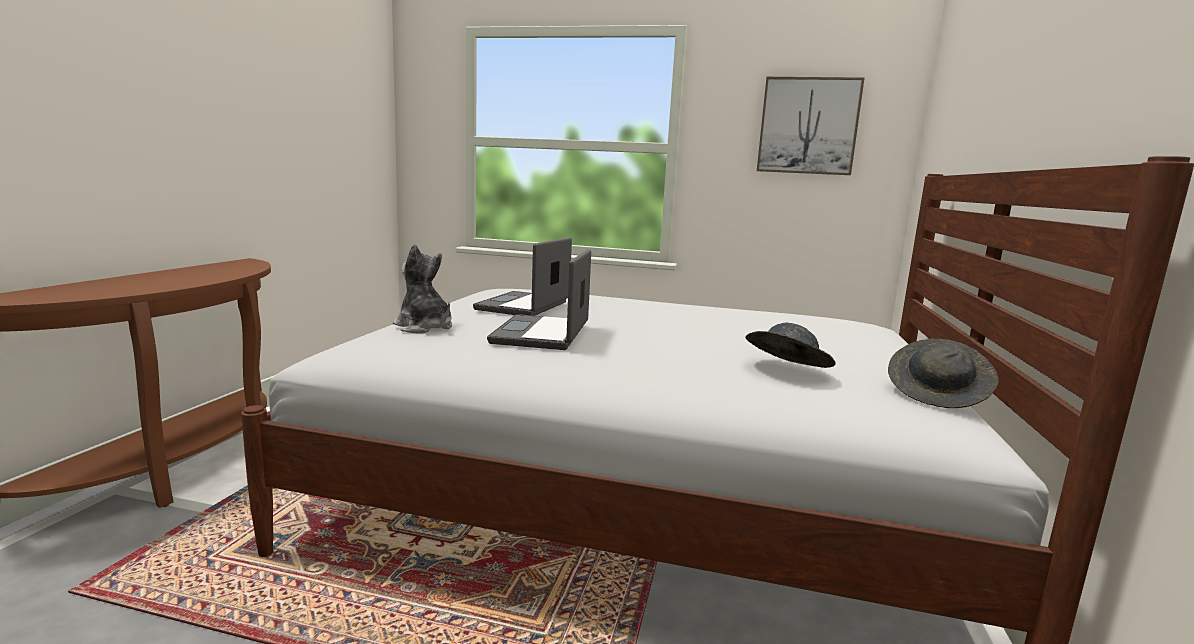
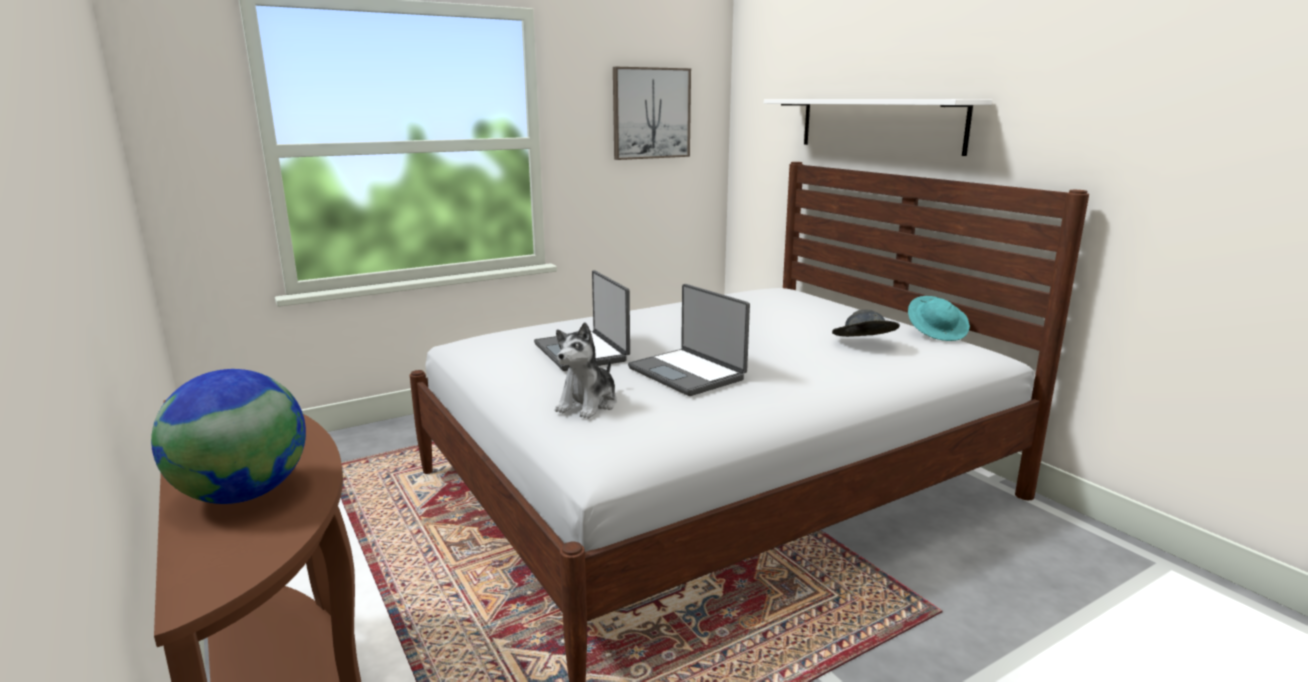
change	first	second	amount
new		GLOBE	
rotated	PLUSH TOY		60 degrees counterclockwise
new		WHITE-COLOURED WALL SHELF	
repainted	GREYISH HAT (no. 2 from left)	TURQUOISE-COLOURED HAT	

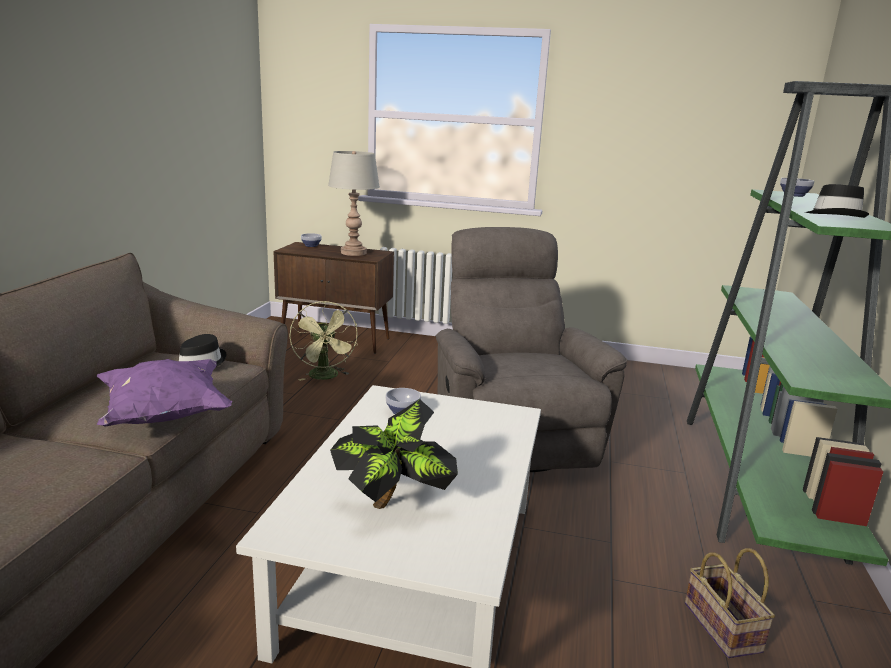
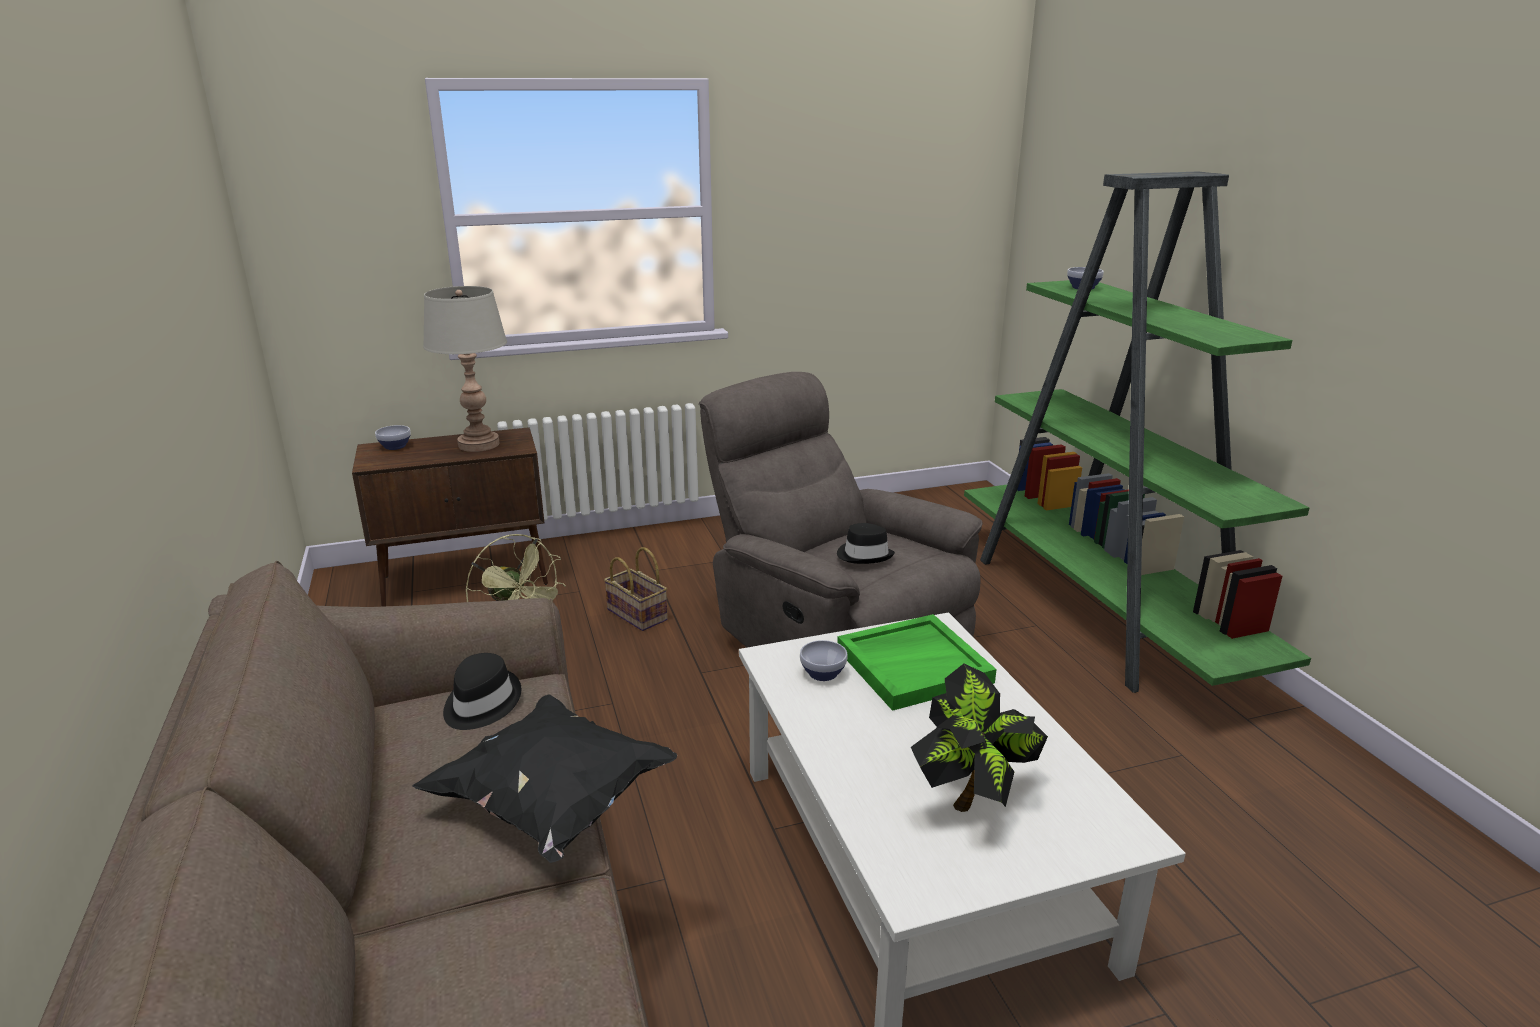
change	first	second	amount
repainted	PURPLE-COLOURED CUSHION	BLACK CUSHION	
shifted	HOUSEHOLD BASKET		
shifted	BLACK HAT (no. 2 from left)		
new		GREEN SERVING TRAY	

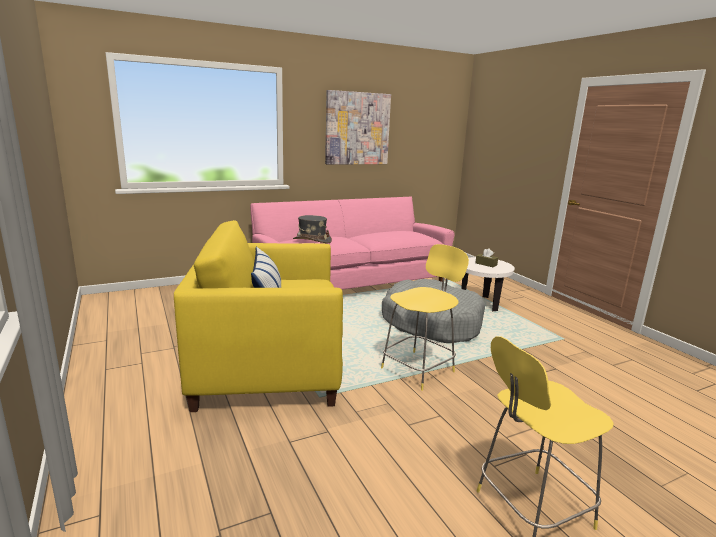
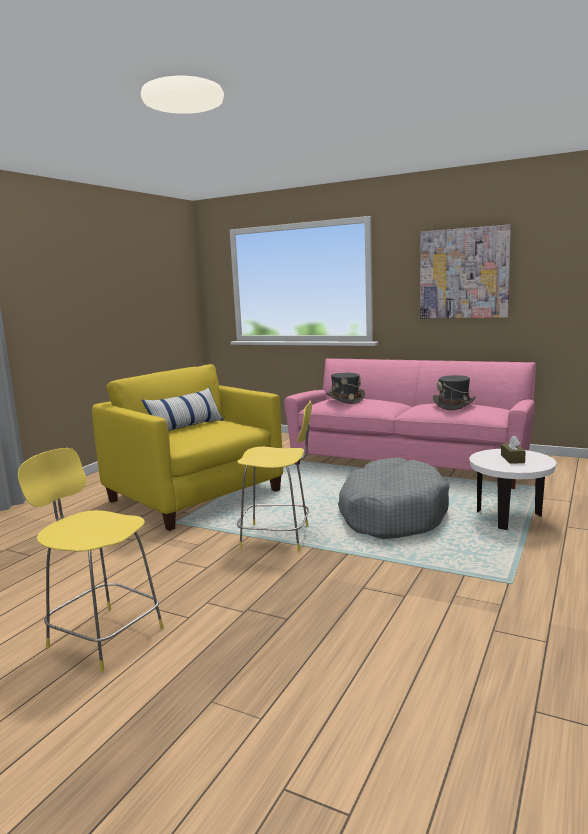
change	first	second	amount
new		GREYISH HAT (no. 2 from left)	

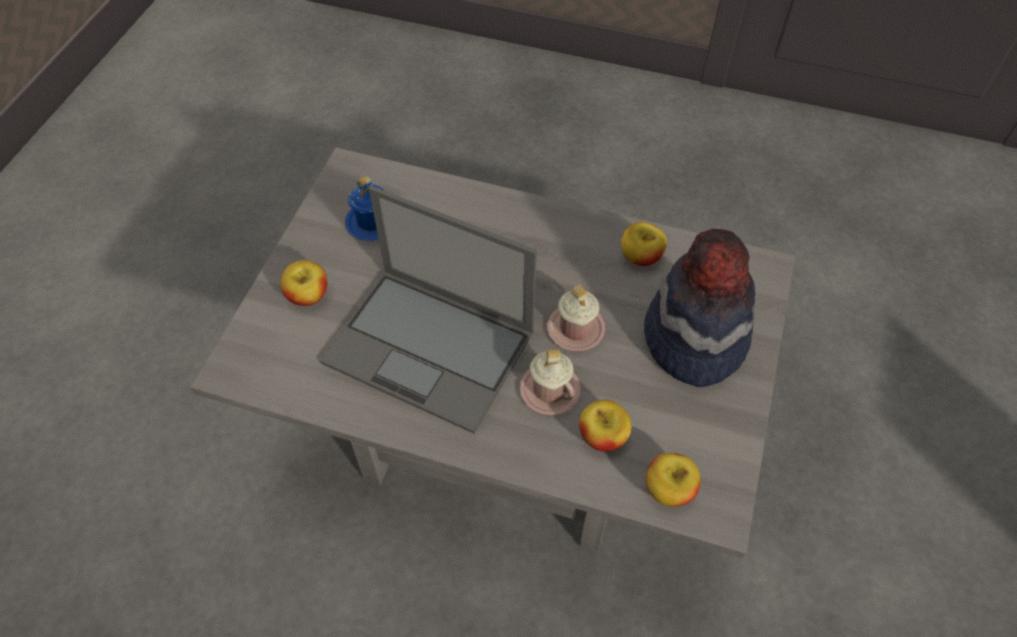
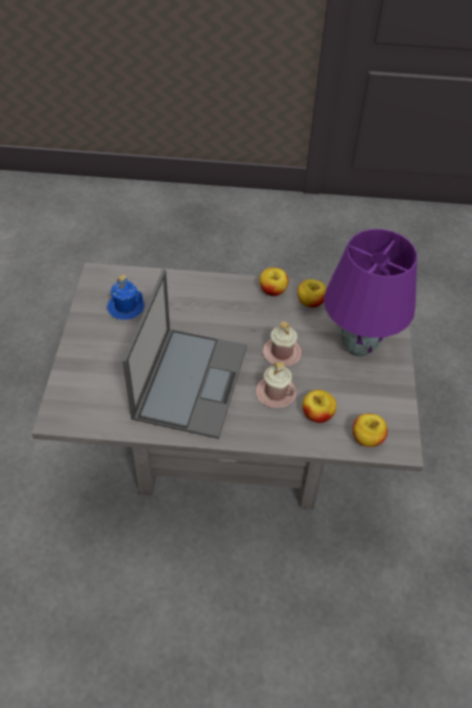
change	first	second	amount
rotated	NOTEBOOK COMPUTER		90 degrees counterclockwise
shifted	WHOLE APPLE (no. 1 from left)		
swapped	HAT	PURPLE-COLOURED LAMP FOR A TABLE	

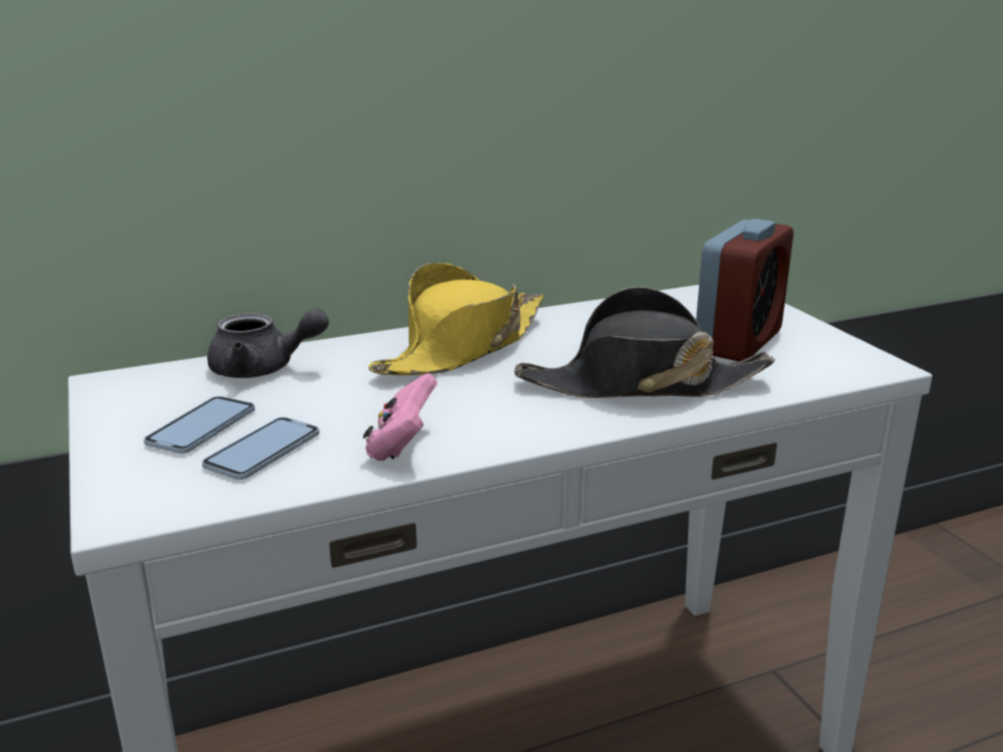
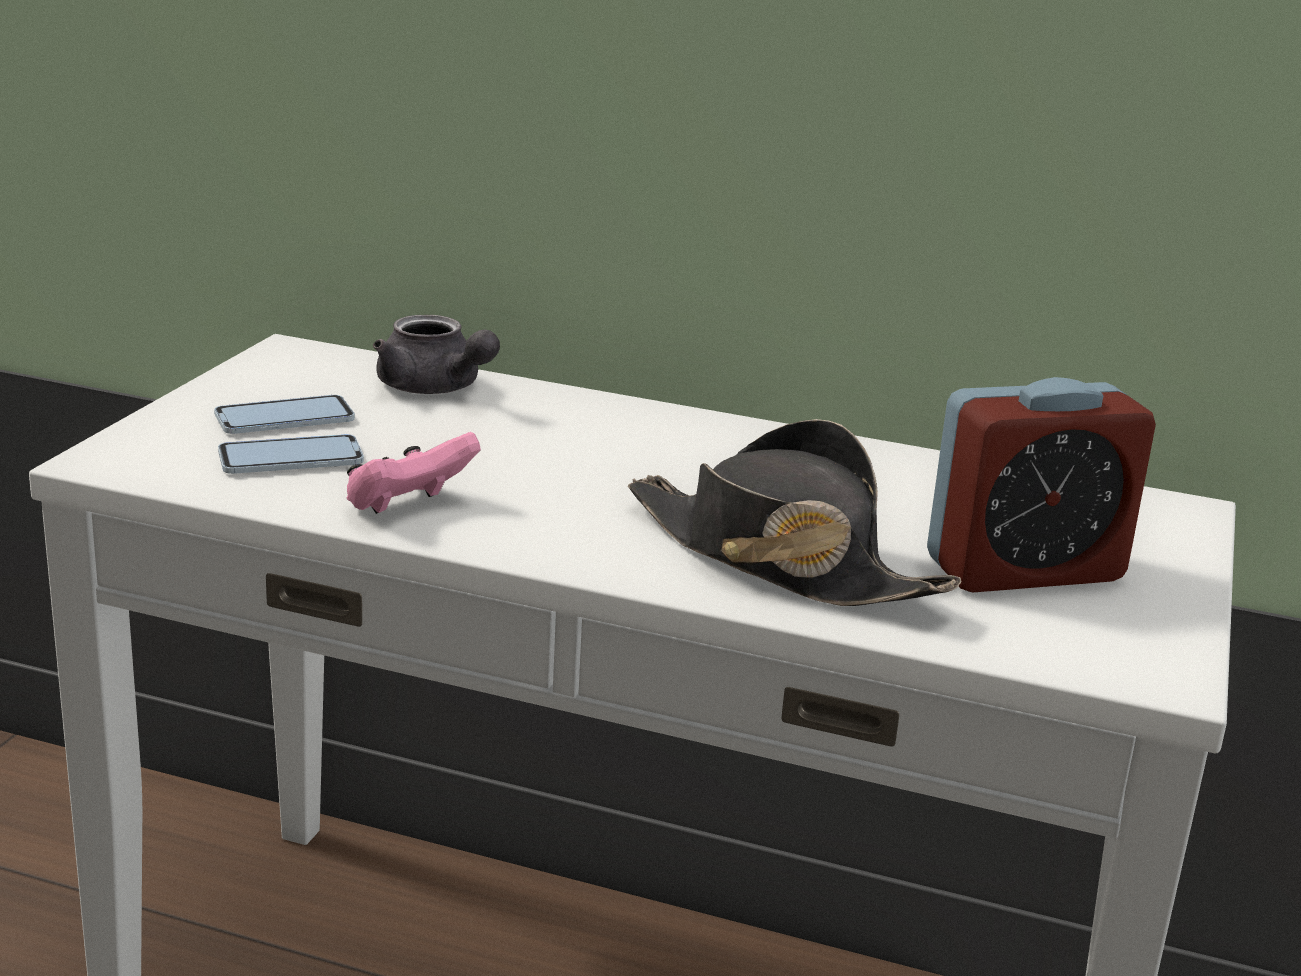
change	first	second	amount
gone	YELLOWISH HAT		

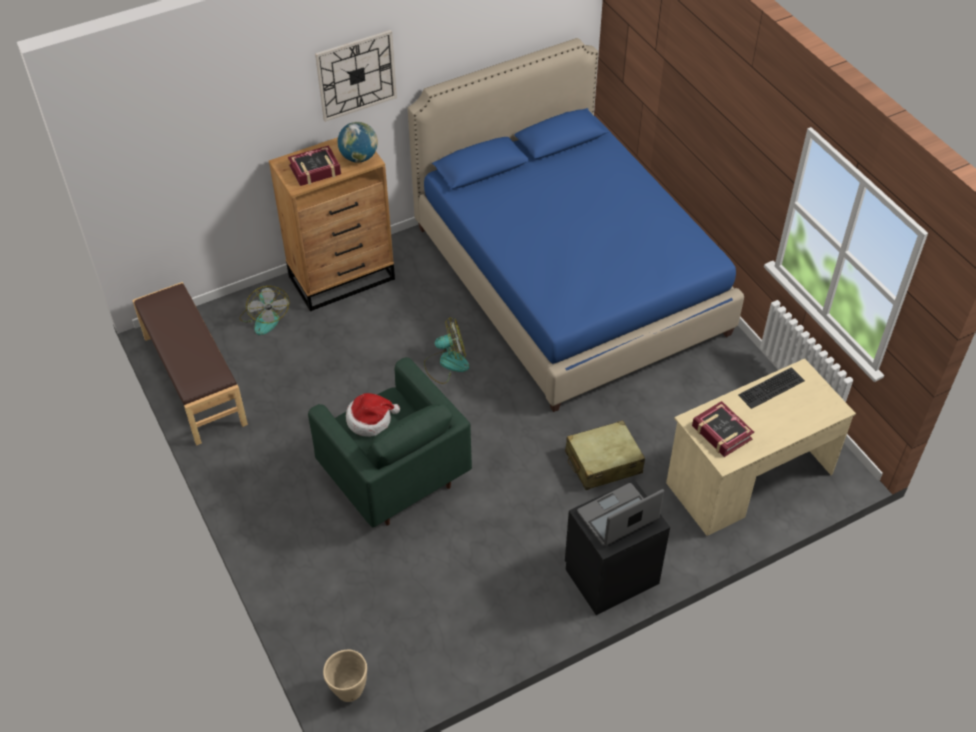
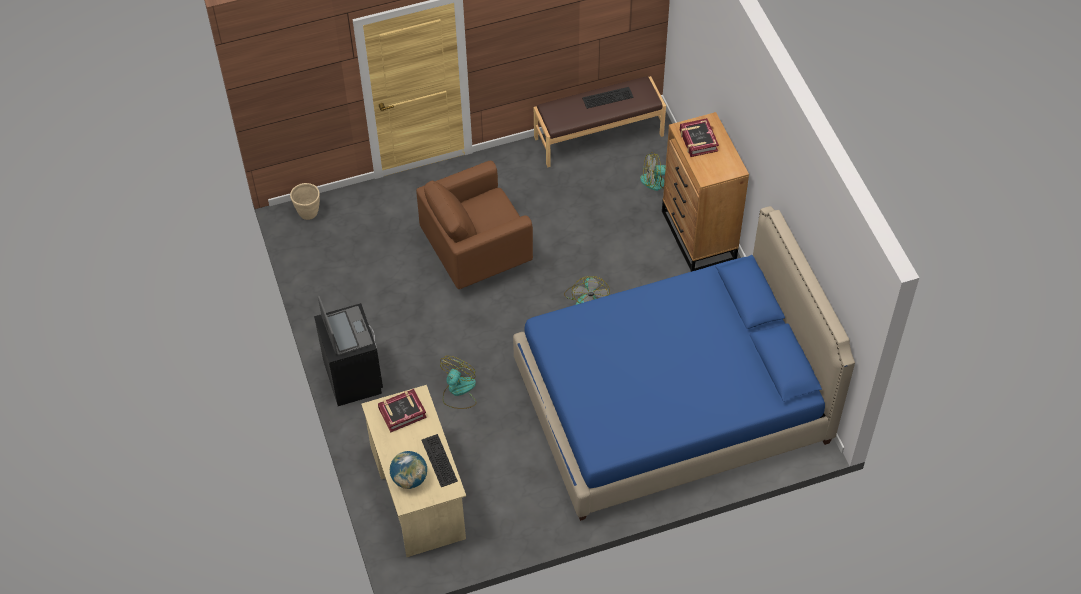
change	first	second	amount
shifted	GLOBE		
repainted	GREEN ARMCHAIR	BROWN-COLOURED ARMCHAIR	
swapped	SAND-COLOURED SUITCASE	COOLING FAN (no. 1 from left)	
new		COMPUTER KEYBOARD (no. 2 from left)	
gone	CLOCK ON THE WALL		
gone	HAT		

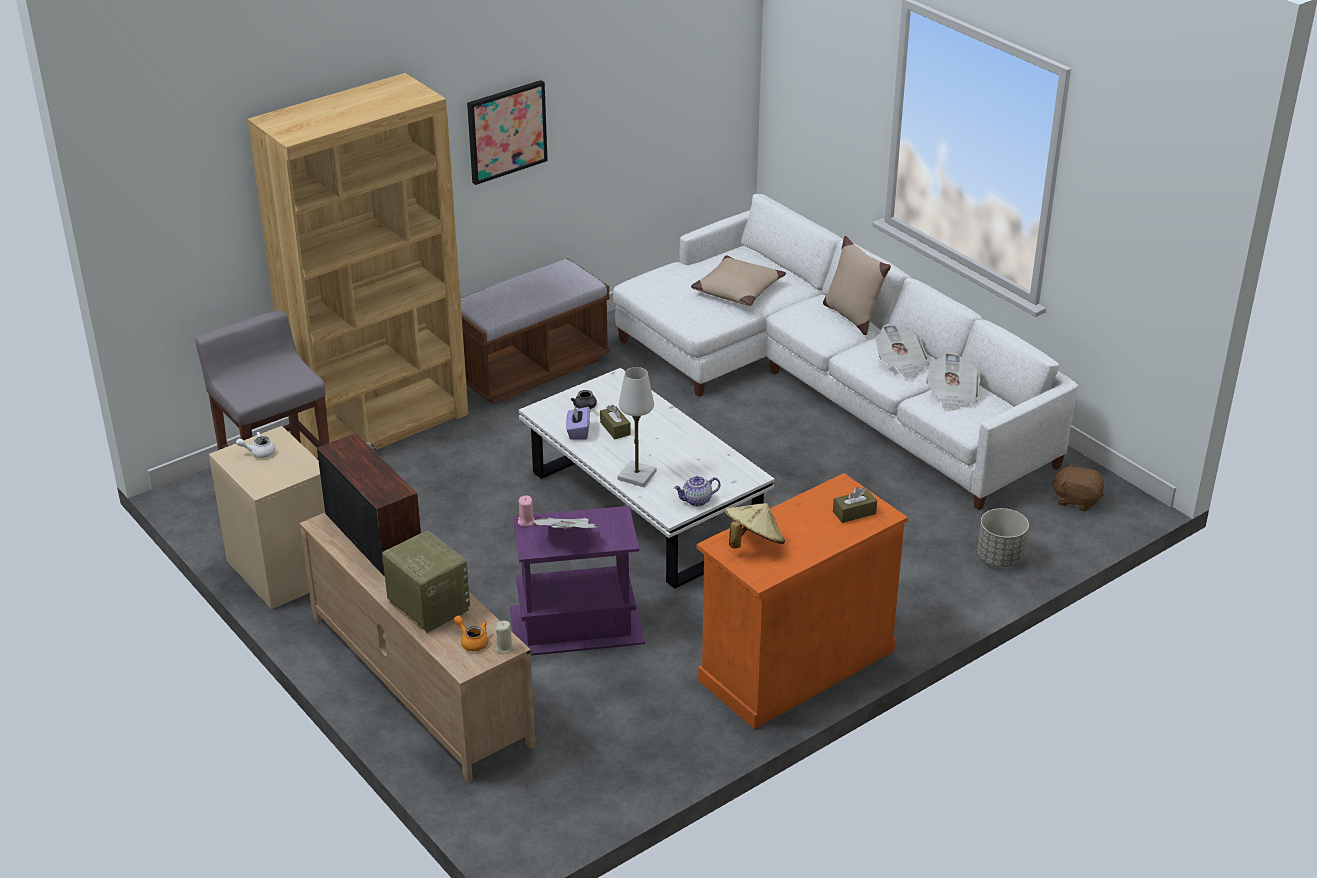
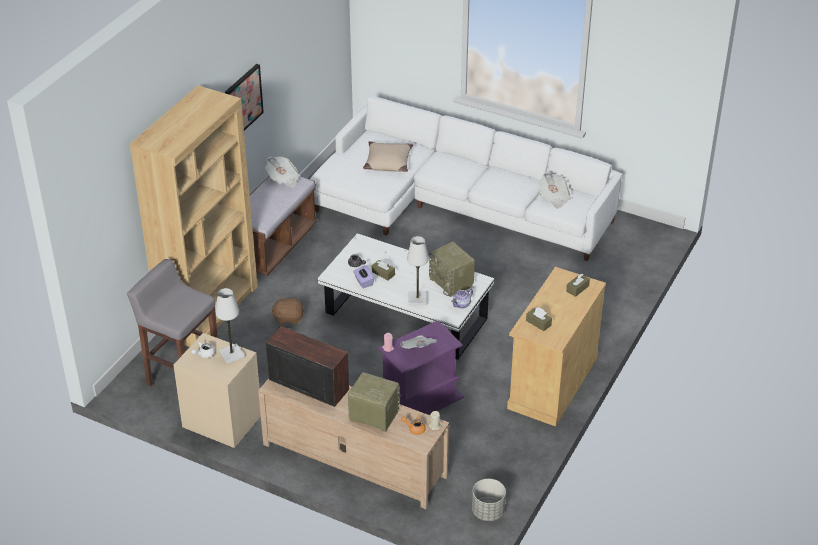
change	first	second	amount
new		WHITE-COLOURED LAMP FOR A TABLE (no. 1 from left)	
shifted	DAILY PAPER (no. 2 from left in the first image)	DAILY PAPER (no. 1 from left)	
shifted	BROWN-COLOURED PLUSH TOY		
new		RADIO RECEIVER (no. 2 from left)	
shifted	GREYISH PLANT POT		
repainted	ORANGE-COLOURED STORAGE CABINET	SAND-COLOURED STORAGE CABINET	
swapped	SAND-COLOURED HAT	BROWN-COLOURED TISSUE HOLDER (no. 2 from left)	
gone	SAND-COLOURED CUSHION (no. 2 from left)		

